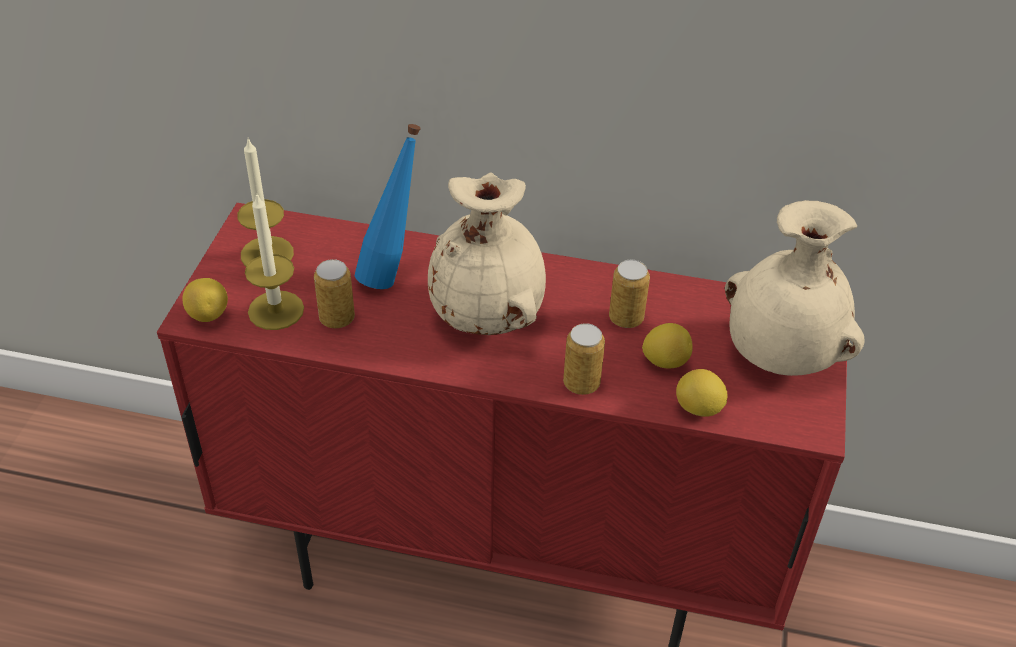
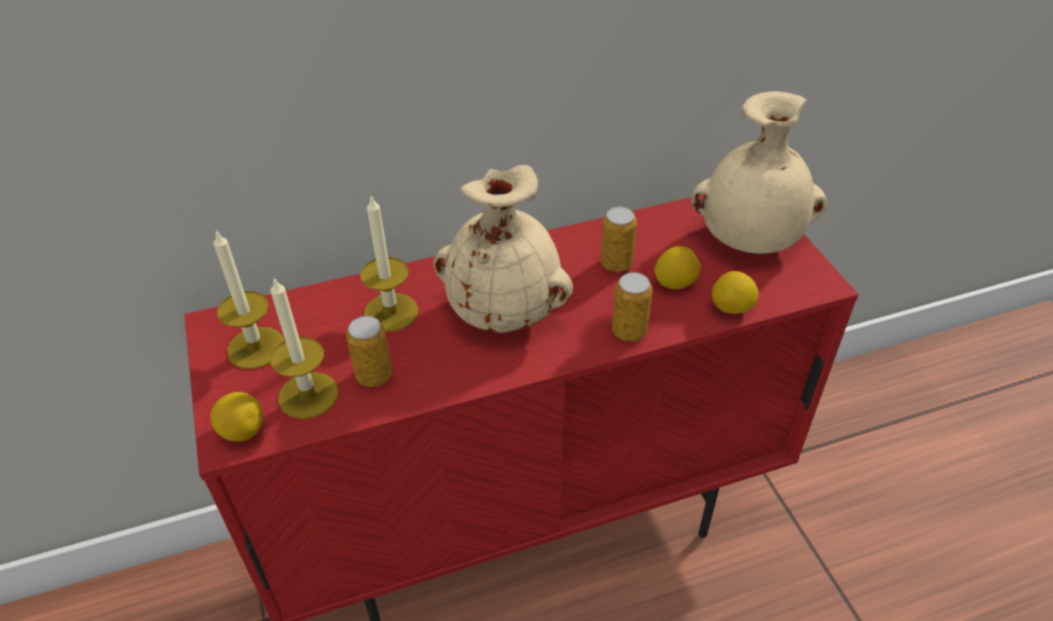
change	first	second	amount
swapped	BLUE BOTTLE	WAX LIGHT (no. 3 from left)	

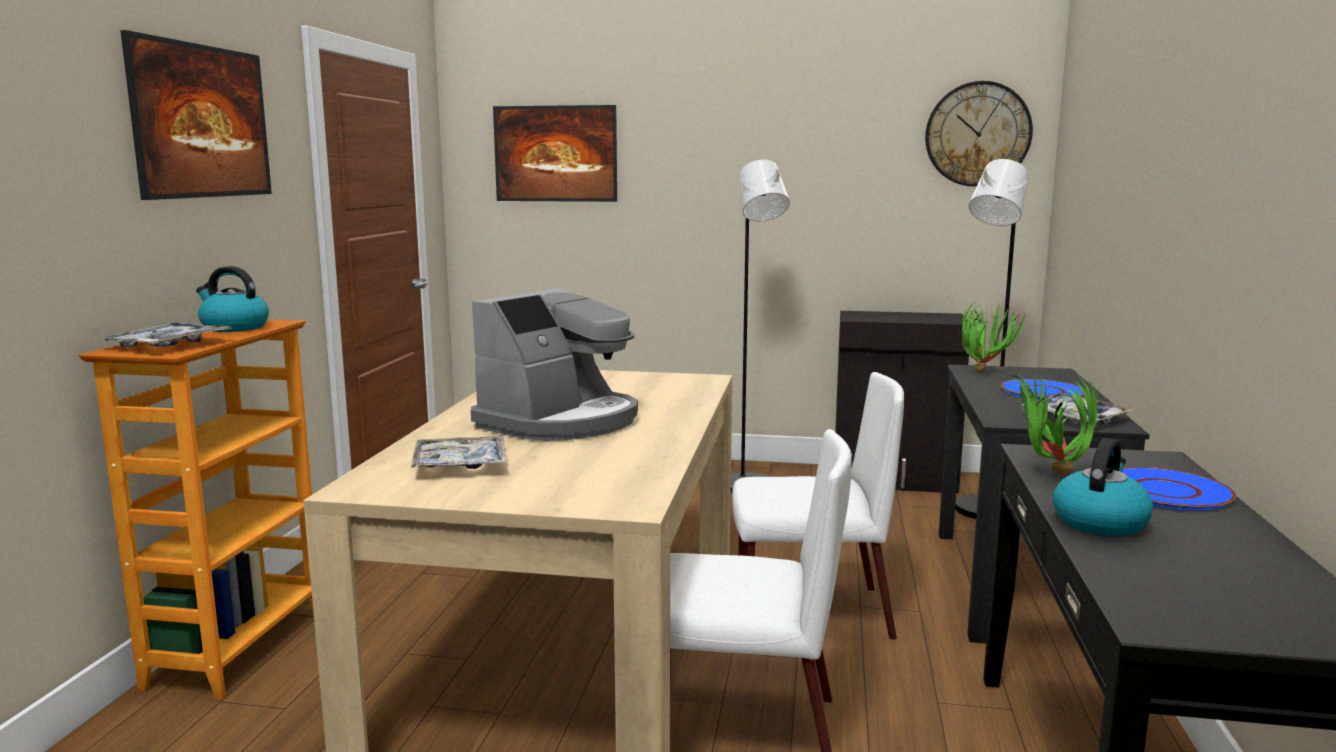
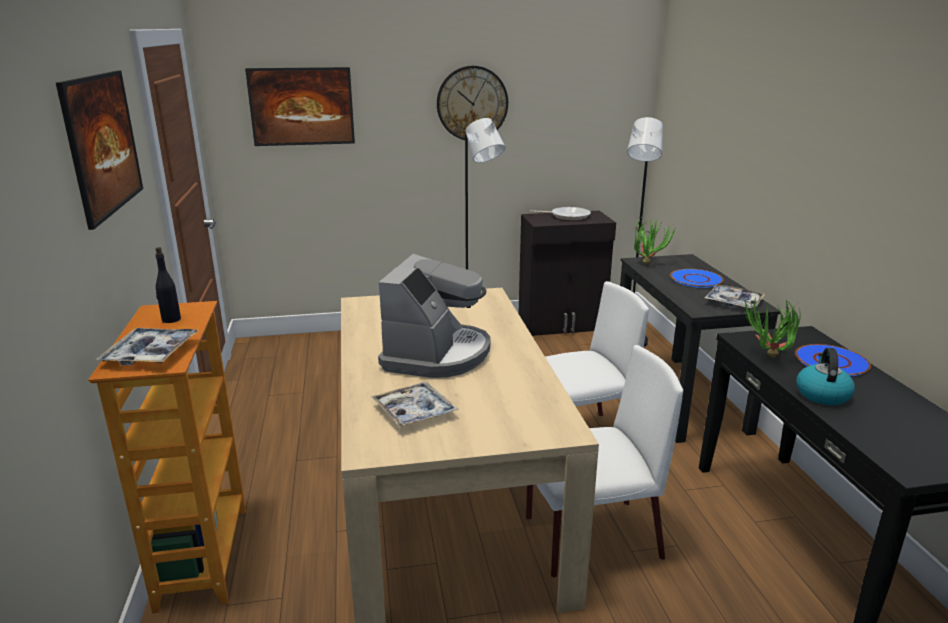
change	first	second	amount
swapped	KETTLE (no. 1 from left)	BLACK BOTTLE	
shifted	CLOCK ON THE WALL		
new		PAN	

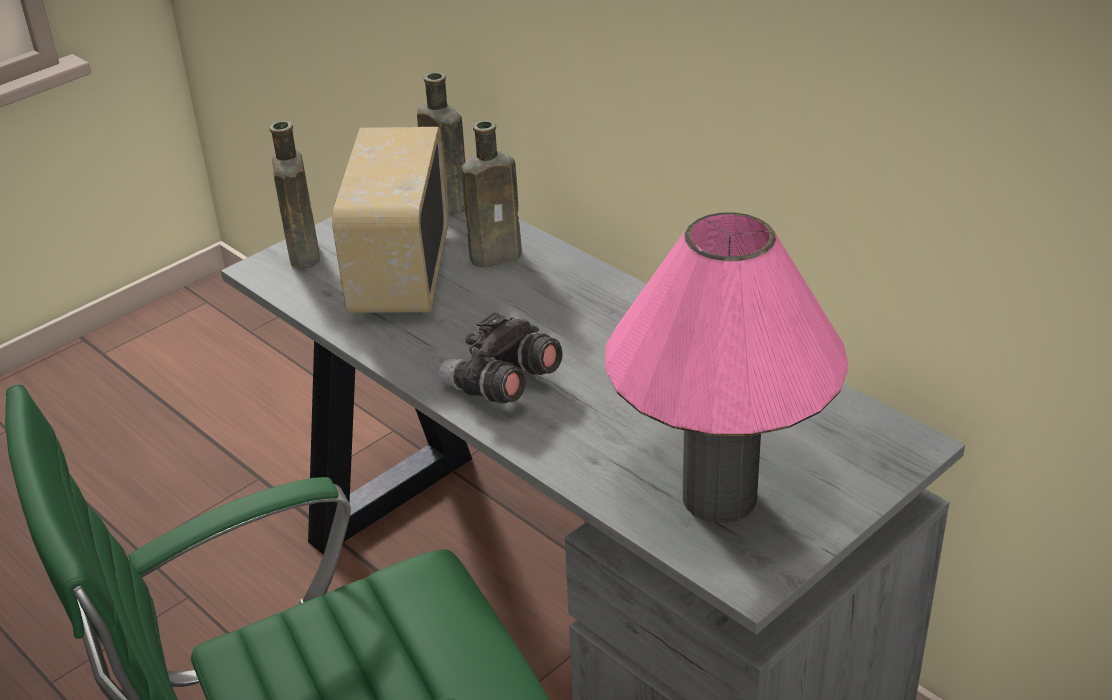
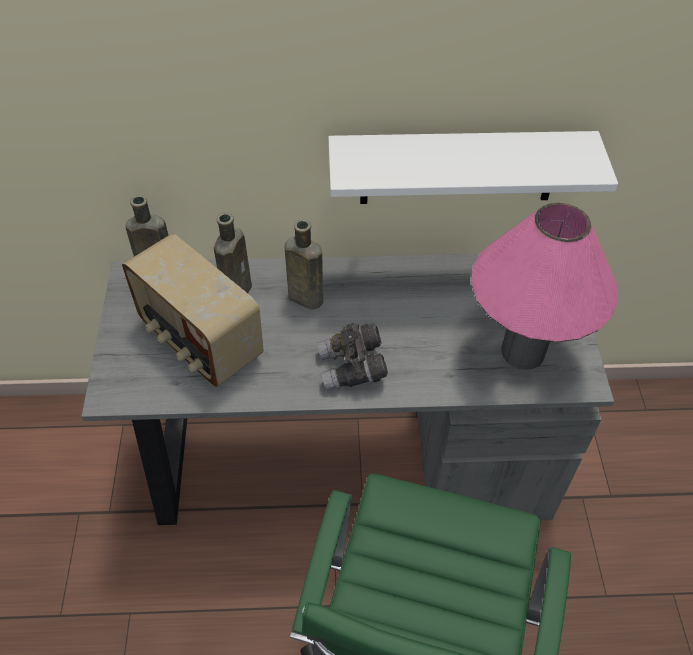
change	first	second	amount
shifted	BROWN-COLOURED BOTTLE (no. 1 from left in the first image)	BROWN-COLOURED BOTTLE (no. 3 from left)	
new		WHITE-COLOURED WALL SHELF	

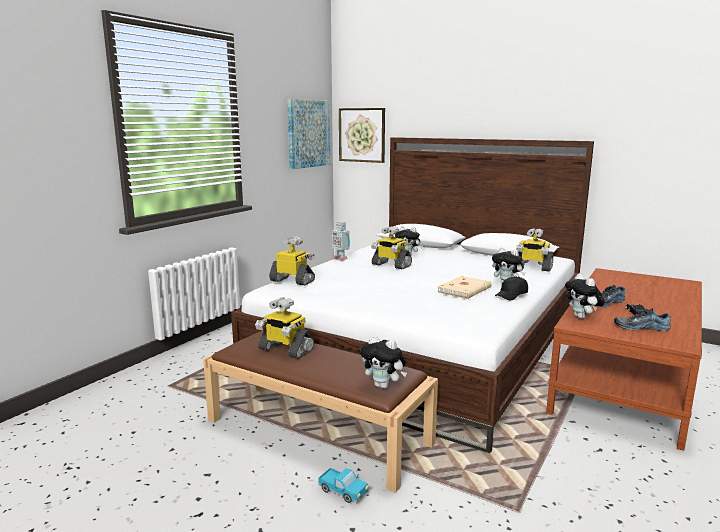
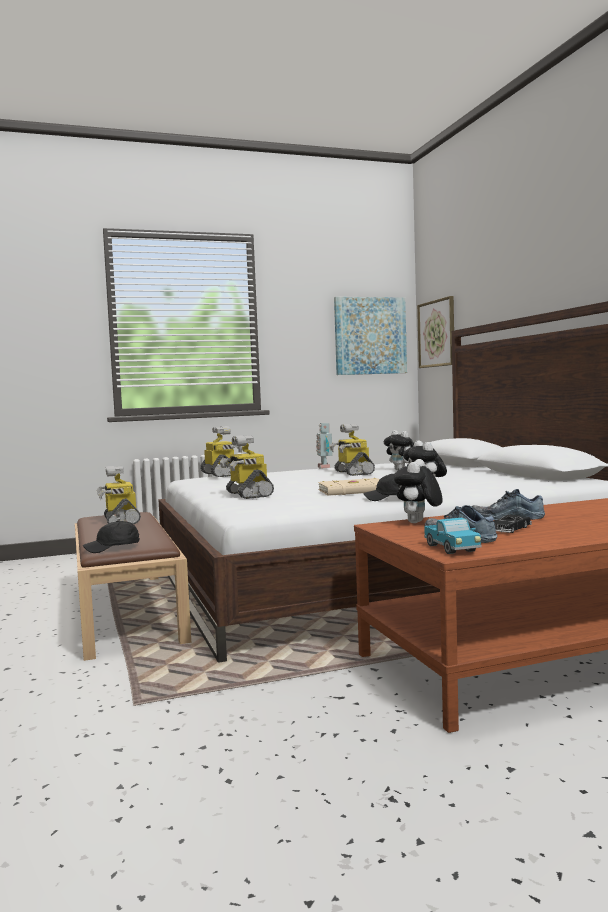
change	first	second	amount
swapped	PLUSH TOY (no. 1 from left)	BLACK CAP (no. 1 from left)	
shifted	TOY ROBOT (no. 5 from left in the first image)	TOY ROBOT (no. 3 from left)	
shifted	TOY LORRY		

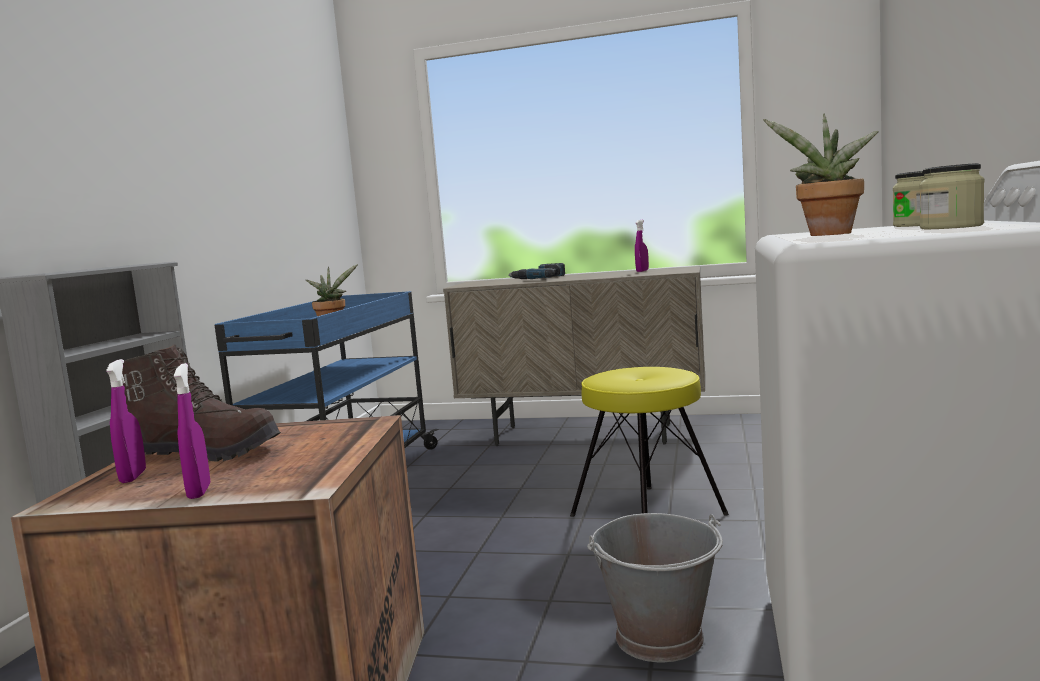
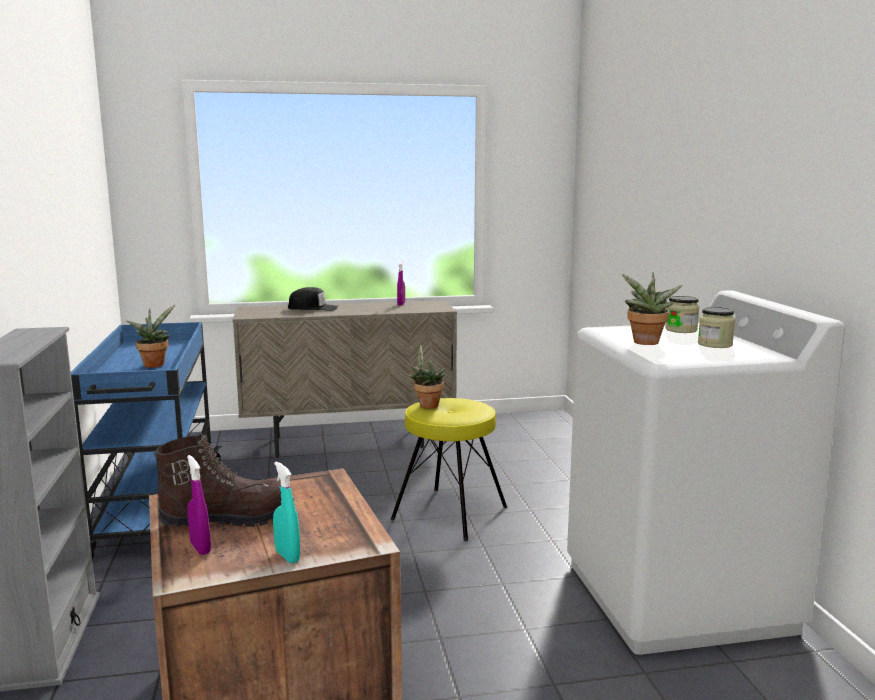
change	first	second	amount
repainted	PURPLE-COLOURED HAND SPRAYER (no. 2 from left)	TURQUOISE-COLOURED HAND SPRAYER	
swapped	POWER DRILL	BLACK CAP	
new		PLANT IN A POT (no. 2 from left)	
gone	GREYISH PAIL		

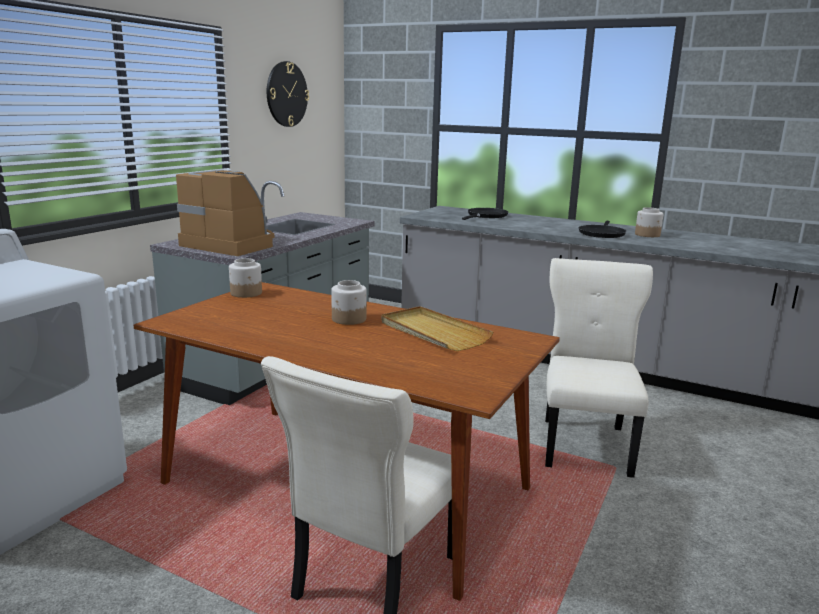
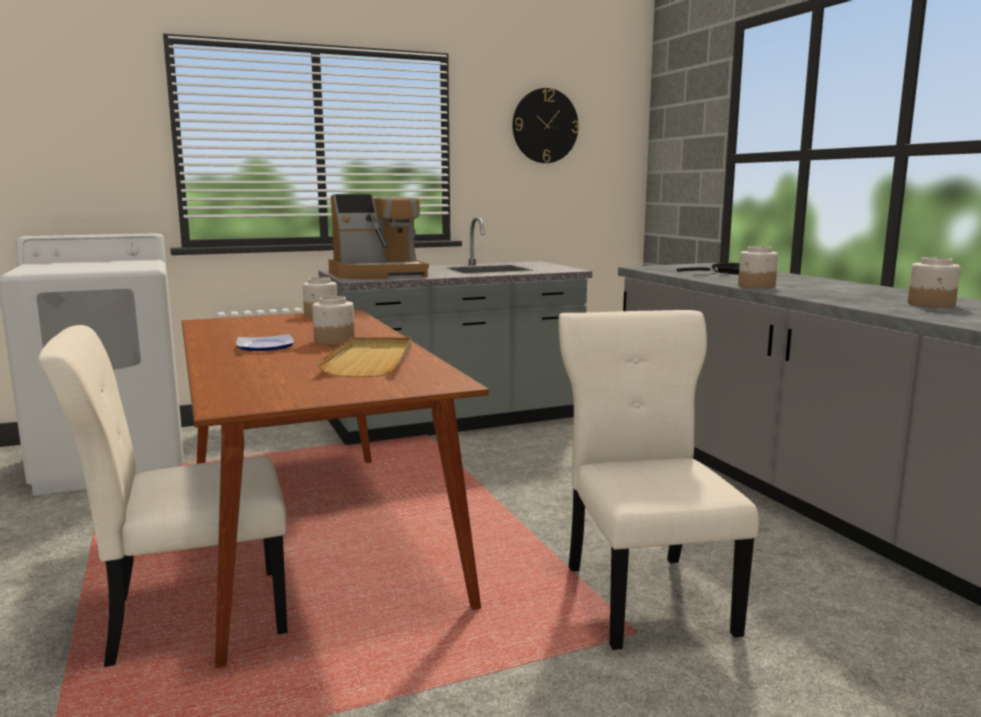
change	first	second	amount
new		FLAT DISH	
rotated	COFFEE MAKER		90 degrees clockwise
rotated	SAND-COLOURED UPRIGHT CHAIR (no. 2 from left)		60 degrees counterclockwise
new		STORAGE JAR (no. 3 from left)	
gone	BLACK PAN (no. 2 from left)		

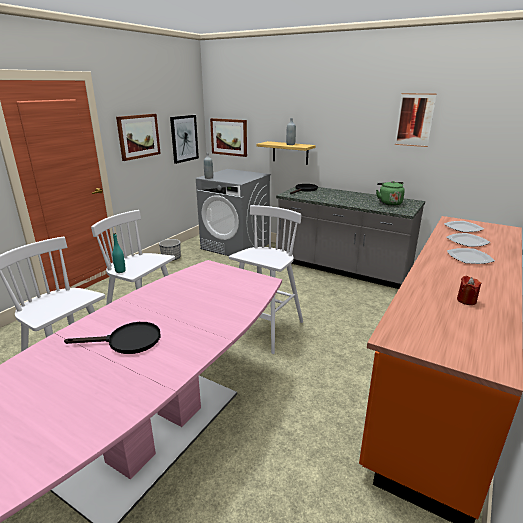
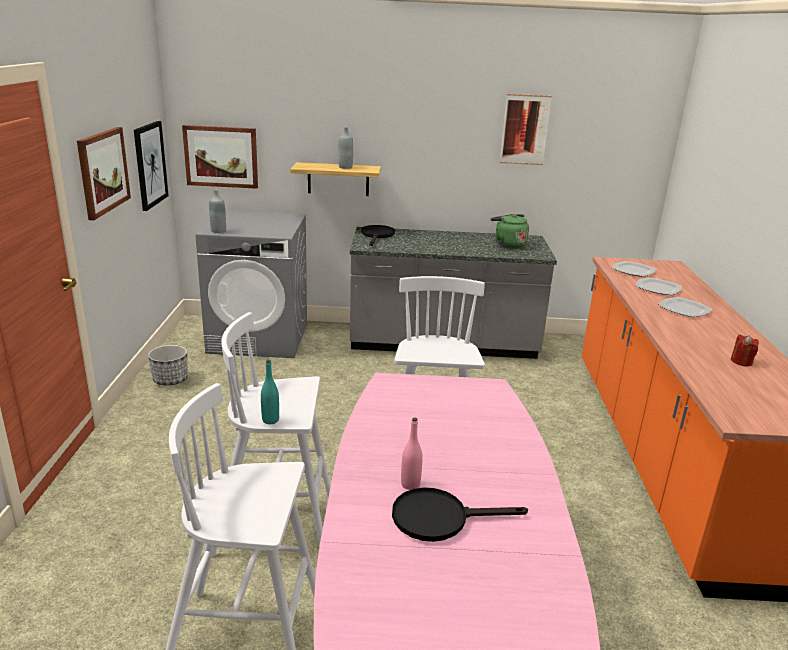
change	first	second	amount
rotated	BLACK PAN (no. 1 from left in the first image)	BLACK PAN (no. 2 from left)	150 degrees counterclockwise
new		PINKISH BOTTLE	

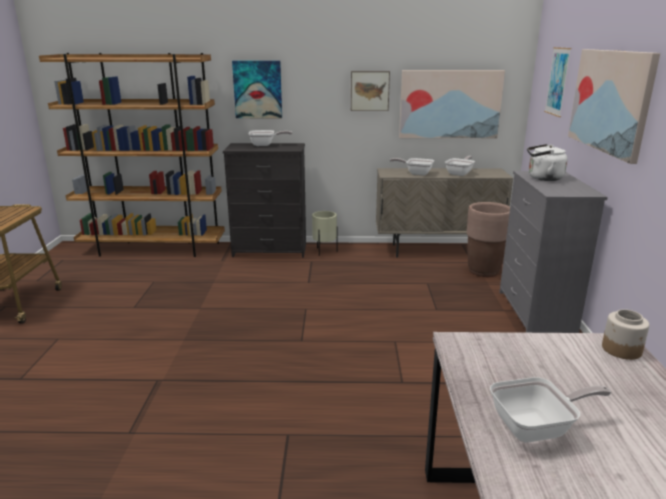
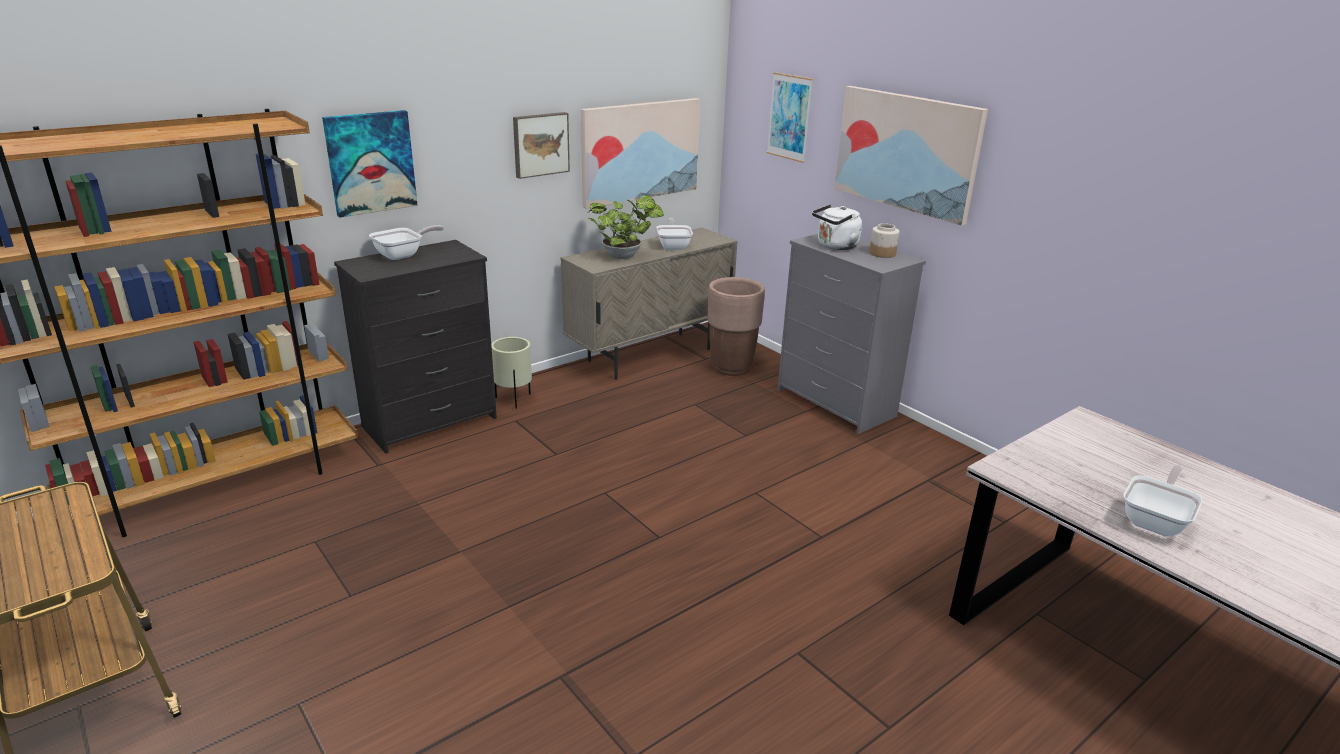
change	first	second	amount
swapped	PAN (no. 2 from left)	PLANT IN A POT	
shifted	STORAGE JAR		

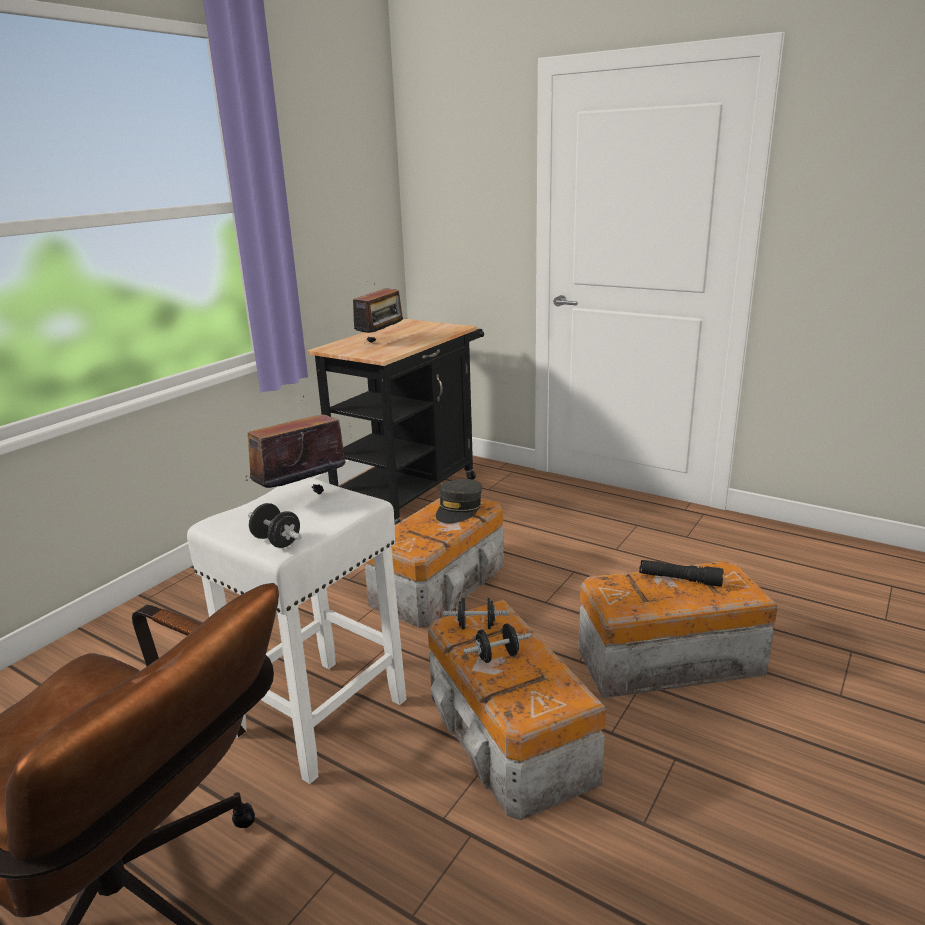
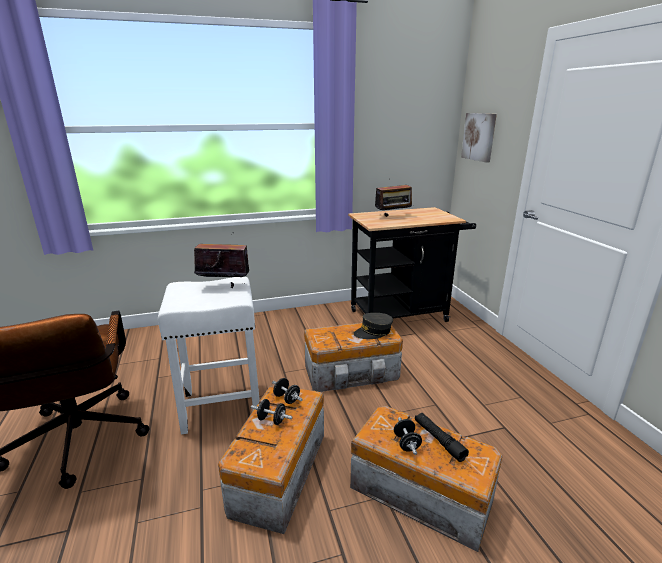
change	first	second	amount
shifted	BLACK DUMBBELL (no. 1 from left in the first image)	BLACK DUMBBELL (no. 3 from left)	
new		PICTURE	

